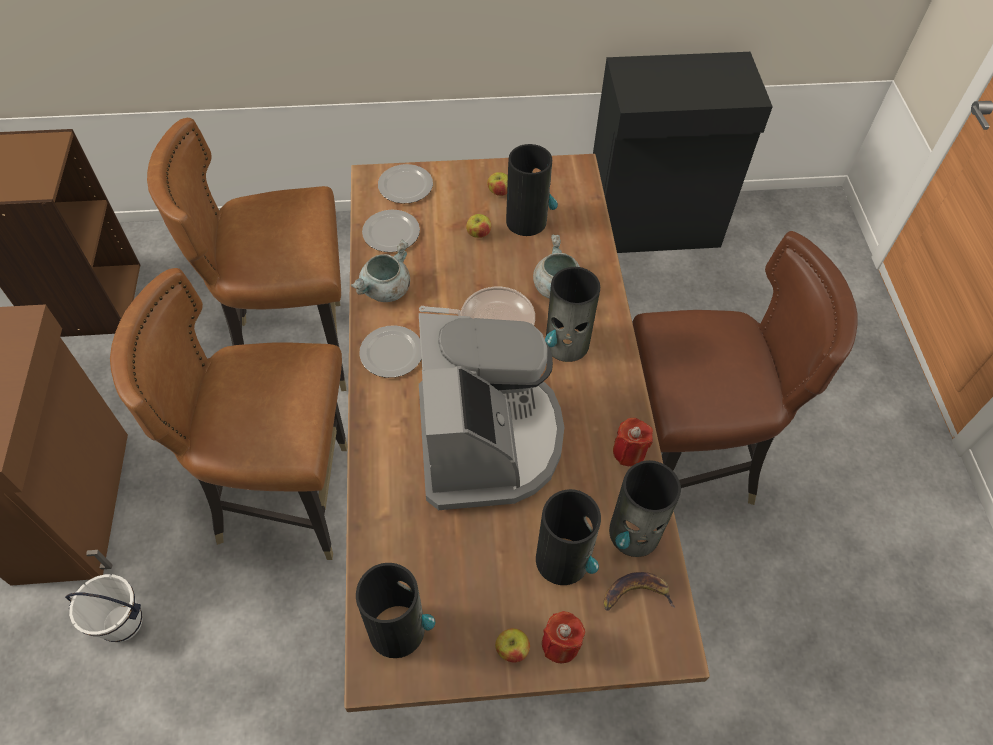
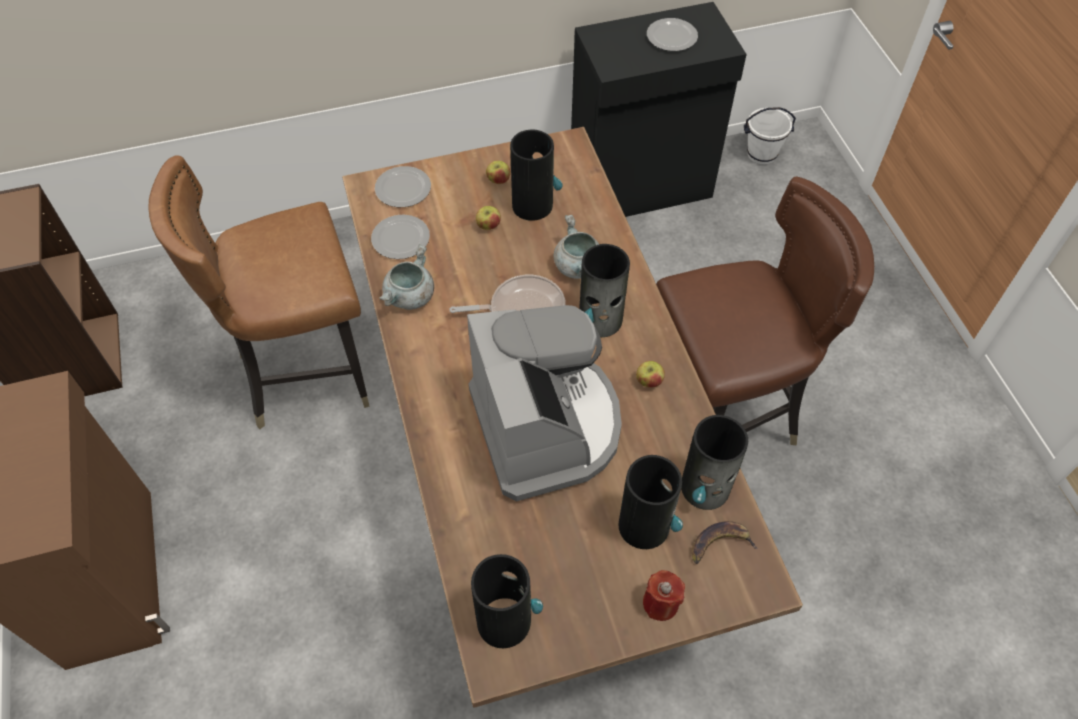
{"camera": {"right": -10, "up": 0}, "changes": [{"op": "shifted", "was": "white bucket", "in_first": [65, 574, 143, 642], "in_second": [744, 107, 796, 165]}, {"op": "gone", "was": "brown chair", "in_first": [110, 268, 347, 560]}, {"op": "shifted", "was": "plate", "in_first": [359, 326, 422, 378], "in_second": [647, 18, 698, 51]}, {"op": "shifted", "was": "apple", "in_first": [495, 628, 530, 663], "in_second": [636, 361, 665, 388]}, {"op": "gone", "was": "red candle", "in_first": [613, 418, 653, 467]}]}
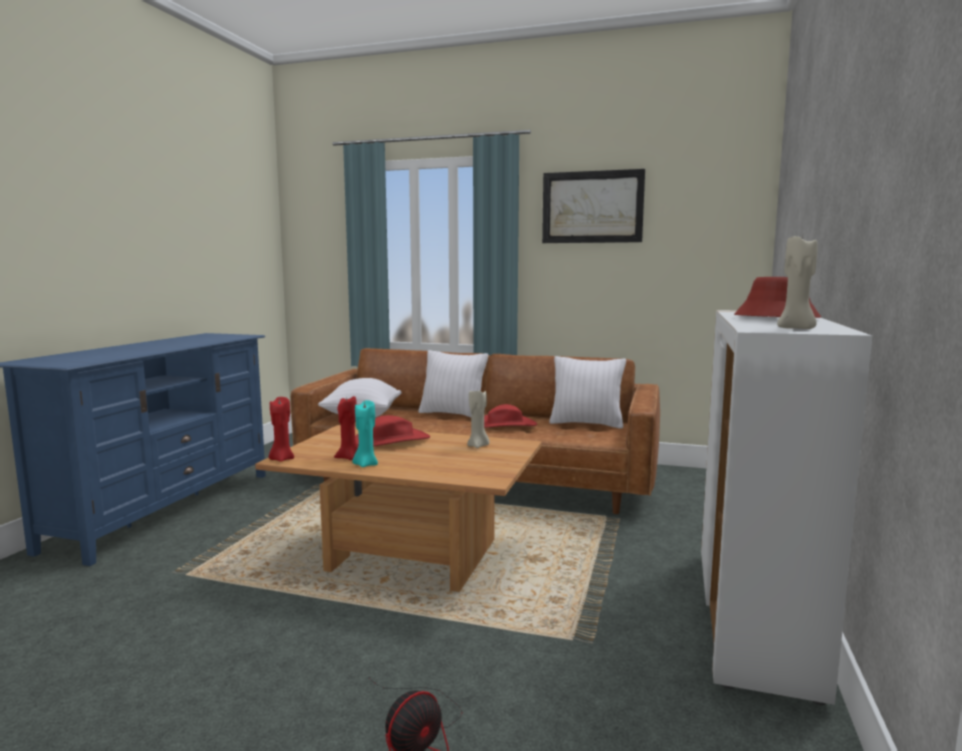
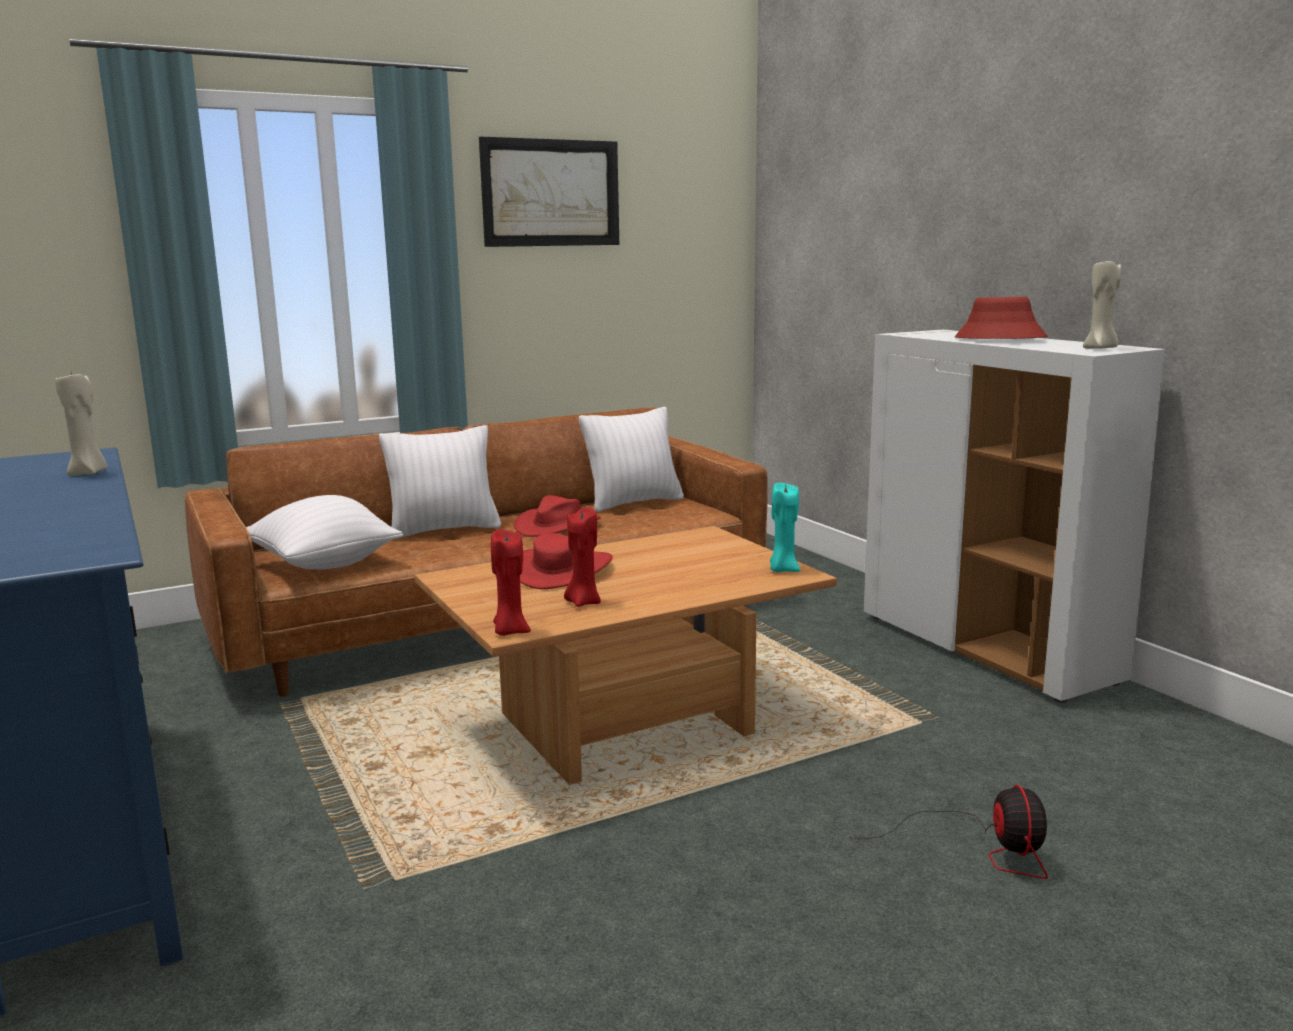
{"camera": {"right": -45, "up": 5}, "changes": [{"op": "shifted", "was": "turquoise candle", "in_first": [353, 400, 378, 467], "in_second": [770, 483, 801, 572]}, {"op": "shifted", "was": "beige candle", "in_first": [467, 390, 490, 448], "in_second": [55, 372, 108, 476]}]}
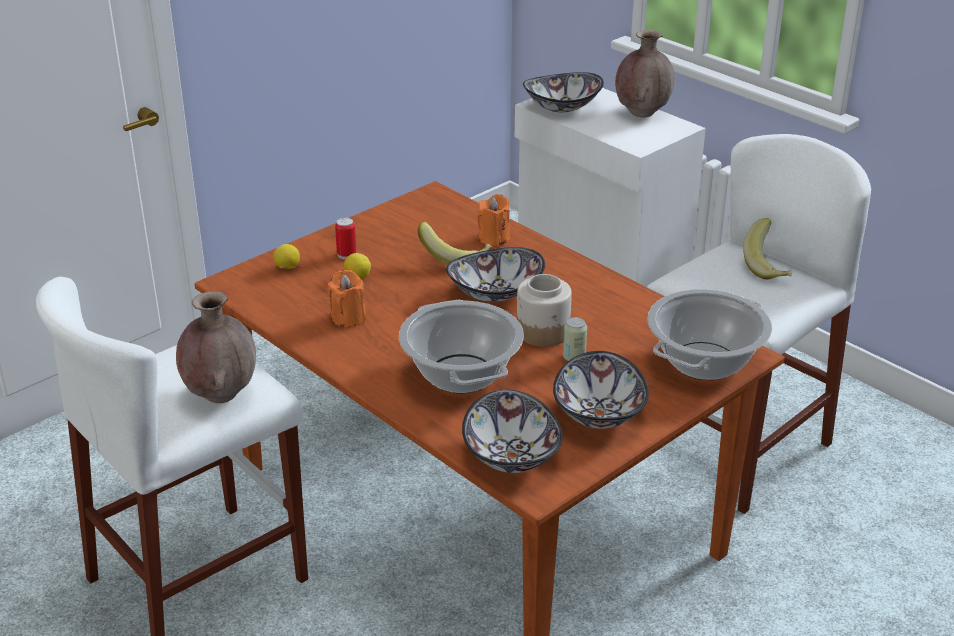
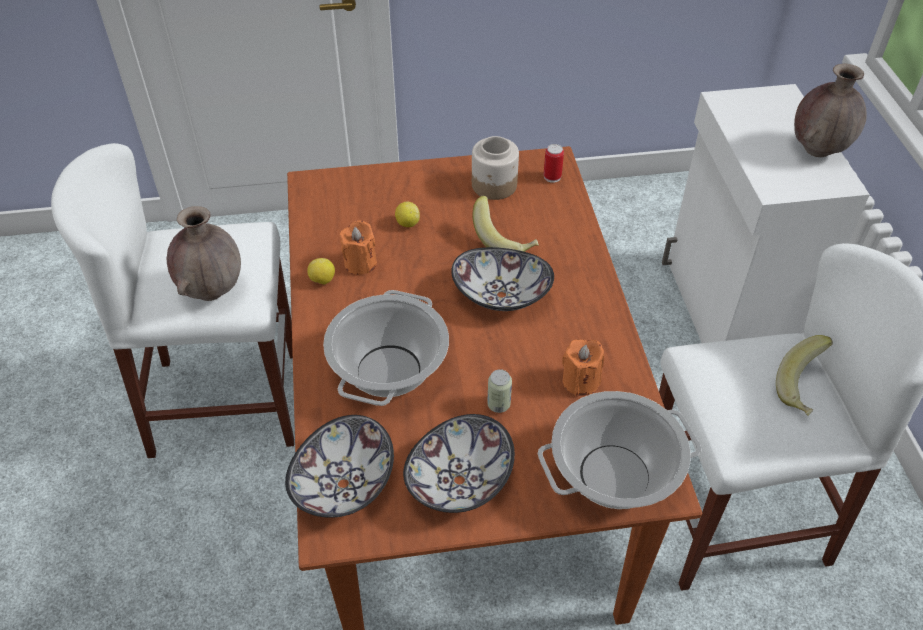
{"camera": {"right": 35, "up": 15}, "changes": [{"op": "shifted", "was": "lemon", "in_first": [273, 244, 300, 269], "in_second": [307, 258, 335, 284]}, {"op": "shifted", "was": "can", "in_first": [335, 217, 356, 259], "in_second": [544, 144, 564, 183]}, {"op": "shifted", "was": "orange candle", "in_first": [477, 194, 510, 246], "in_second": [562, 339, 604, 396]}, {"op": "shifted", "was": "jar", "in_first": [517, 274, 572, 347], "in_second": [472, 136, 519, 200]}, {"op": "gone", "was": "bowl", "in_first": [523, 72, 604, 112]}]}
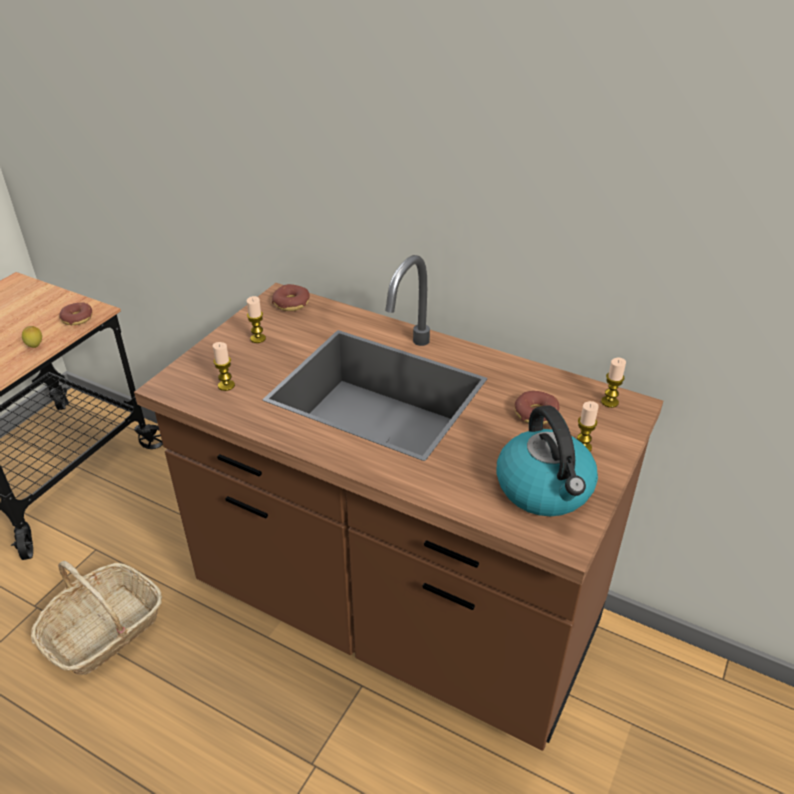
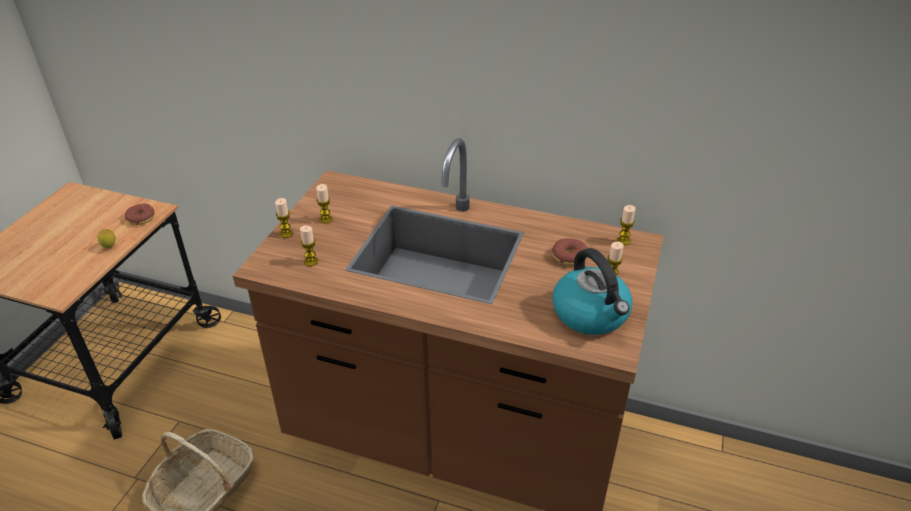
{"camera": {"right": -10, "up": 0}, "changes": [{"op": "gone", "was": "donut", "in_first": [272, 284, 310, 311]}, {"op": "new", "now": "candle", "in_second": [275, 198, 293, 238]}]}
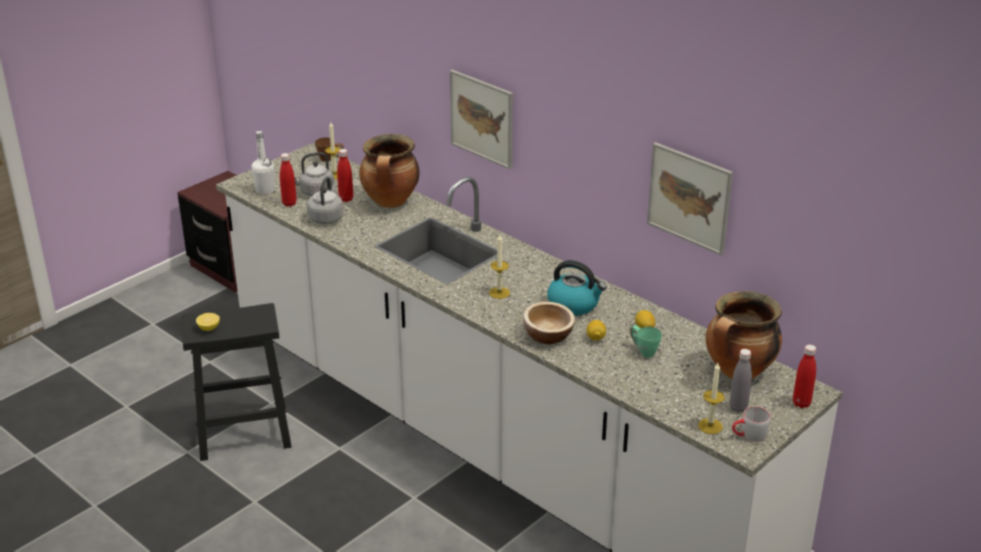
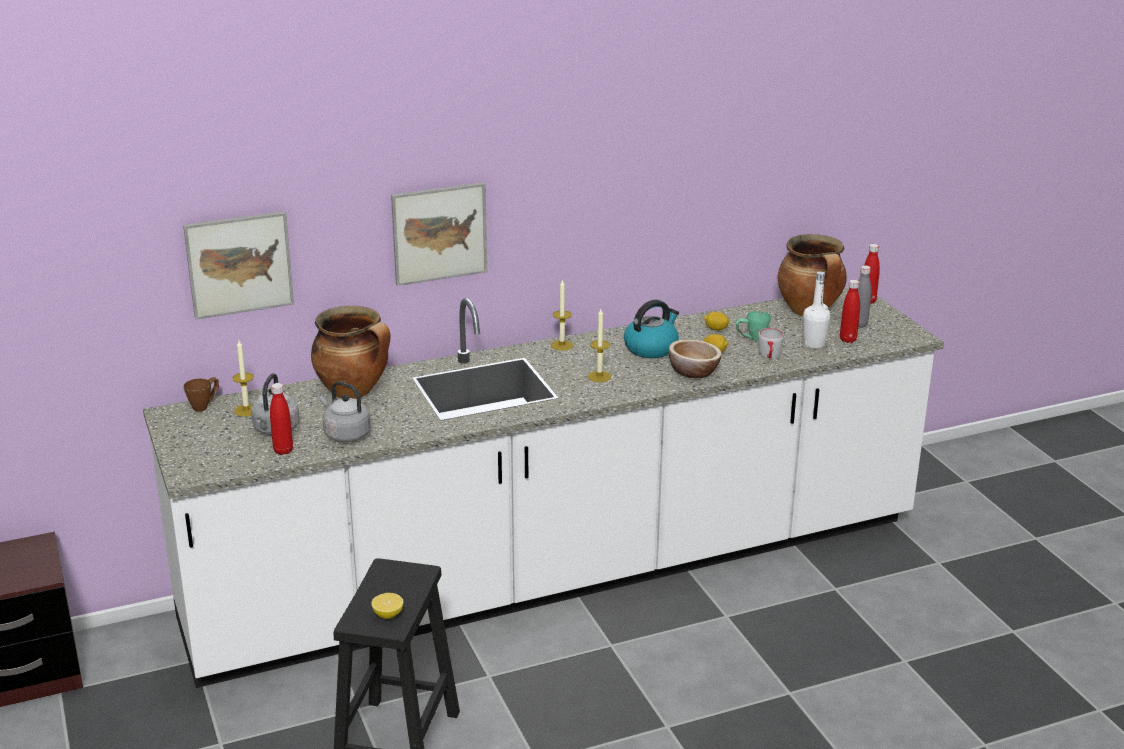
{"camera": {"right": -65, "up": -5}, "changes": [{"op": "shifted", "was": "white bottle", "in_first": [251, 131, 275, 195], "in_second": [803, 271, 830, 349]}, {"op": "shifted", "was": "red bottle", "in_first": [337, 149, 353, 202], "in_second": [840, 280, 860, 343]}, {"op": "shifted", "was": "picture", "in_first": [647, 142, 733, 255], "in_second": [183, 211, 294, 320]}, {"op": "shifted", "was": "candle", "in_first": [698, 363, 724, 434], "in_second": [551, 279, 573, 351]}, {"op": "shifted", "was": "grey mug", "in_first": [732, 406, 771, 442], "in_second": [758, 328, 784, 359]}]}
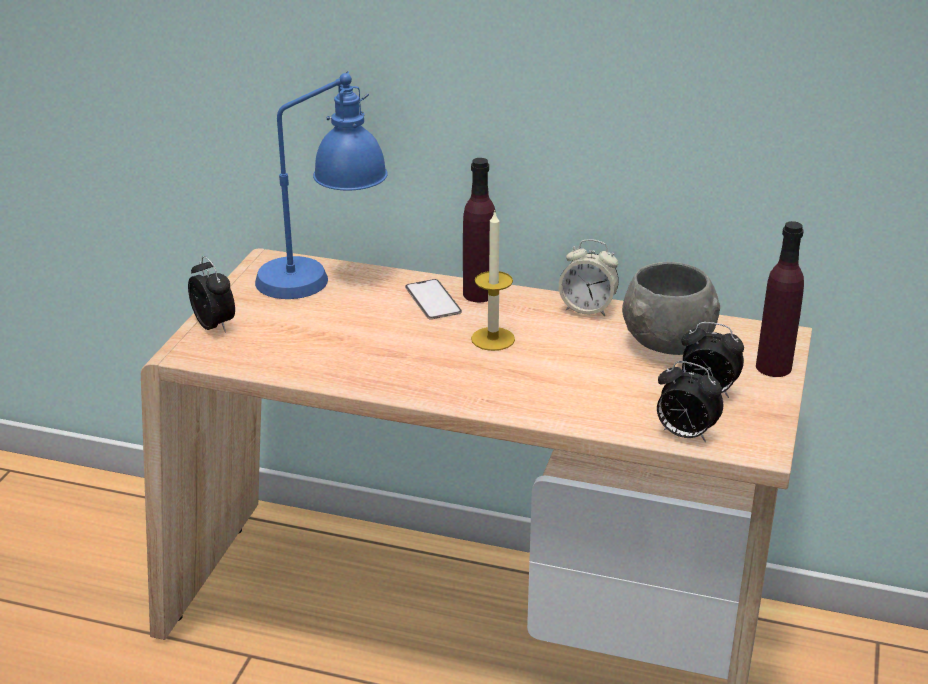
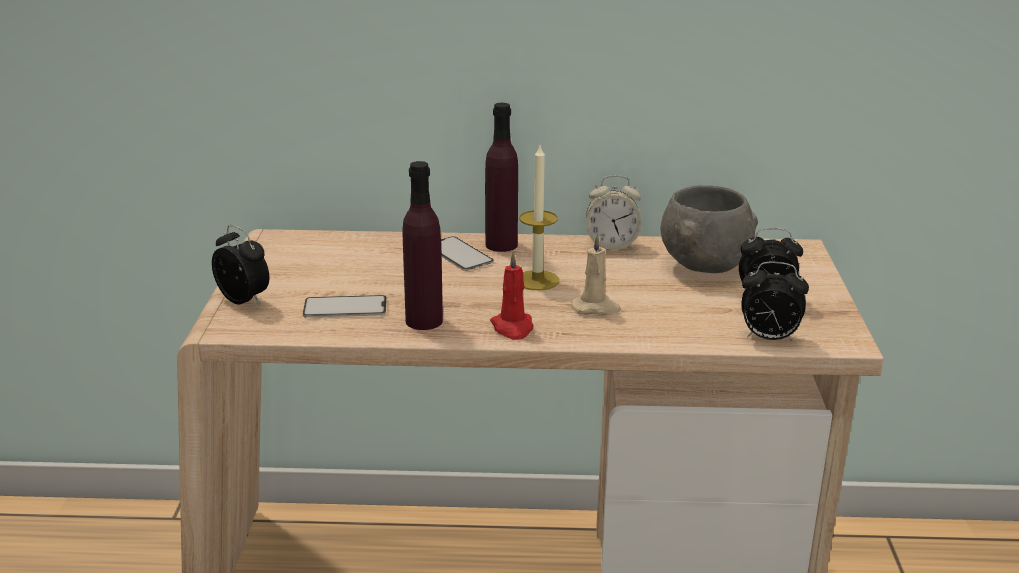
{"camera": {"right": -15, "up": -5}, "changes": [{"op": "gone", "was": "blue table lamp", "in_first": [255, 71, 388, 299]}, {"op": "shifted", "was": "purple bottle", "in_first": [756, 221, 804, 377], "in_second": [402, 161, 443, 330]}, {"op": "new", "now": "phone", "in_second": [303, 295, 387, 318]}, {"op": "new", "now": "red candle", "in_second": [490, 251, 533, 340]}, {"op": "new", "now": "beige candle", "in_second": [571, 234, 621, 315]}]}
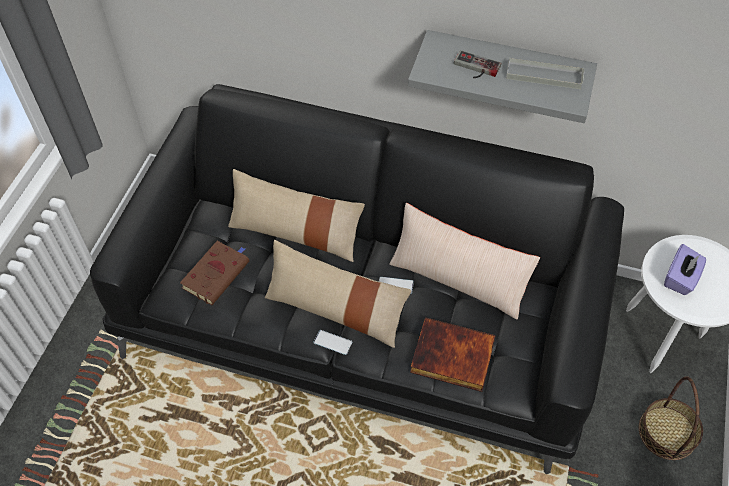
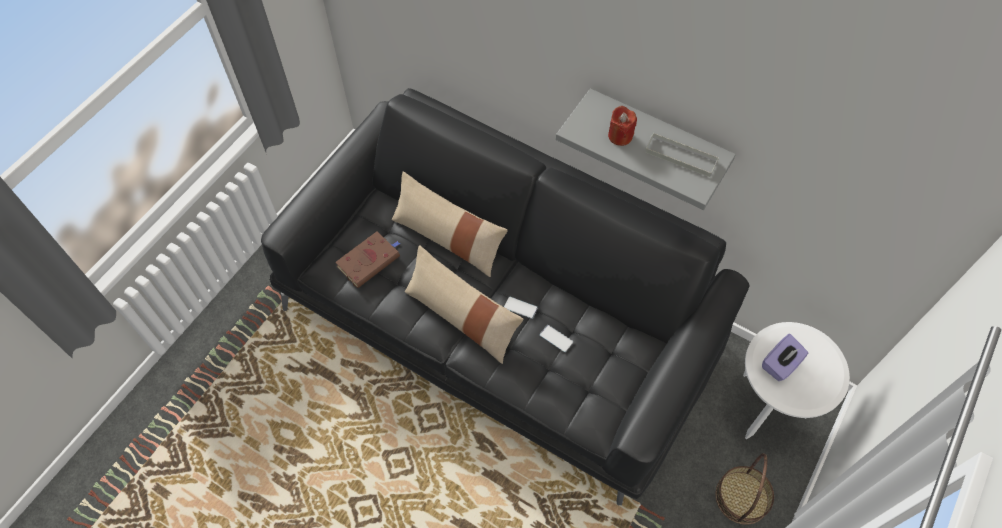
{"camera": {"right": 15, "up": 5}, "changes": [{"op": "shifted", "was": "phone", "in_first": [314, 330, 352, 355], "in_second": [539, 325, 573, 352]}, {"op": "gone", "was": "beige pillow", "in_first": [389, 203, 540, 319]}, {"op": "gone", "was": "book", "in_first": [410, 317, 496, 392]}, {"op": "swapped", "was": "game controller", "now": "red candle", "in_first": [454, 50, 501, 78], "in_second": [608, 106, 637, 146]}]}
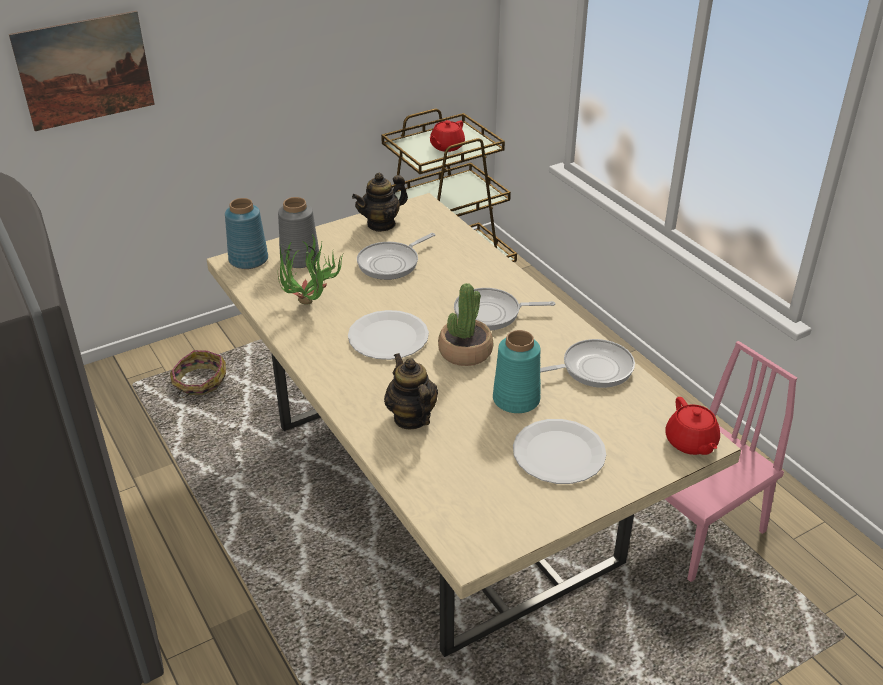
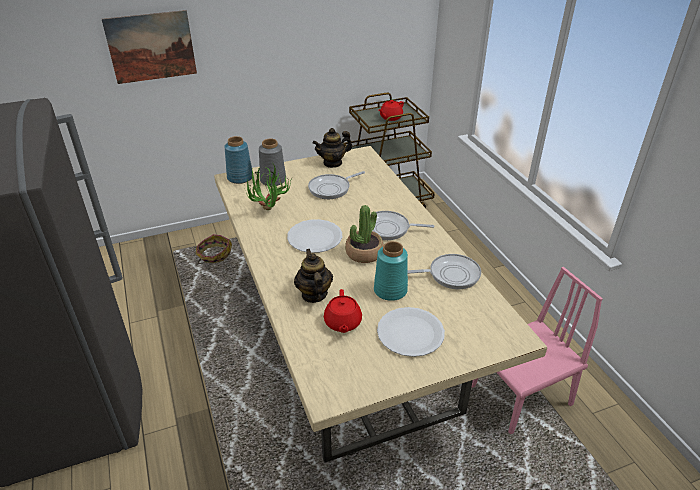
{"camera": {"right": 10, "up": 0}, "changes": [{"op": "shifted", "was": "red teapot", "in_first": [665, 397, 720, 455], "in_second": [324, 289, 362, 333]}]}
